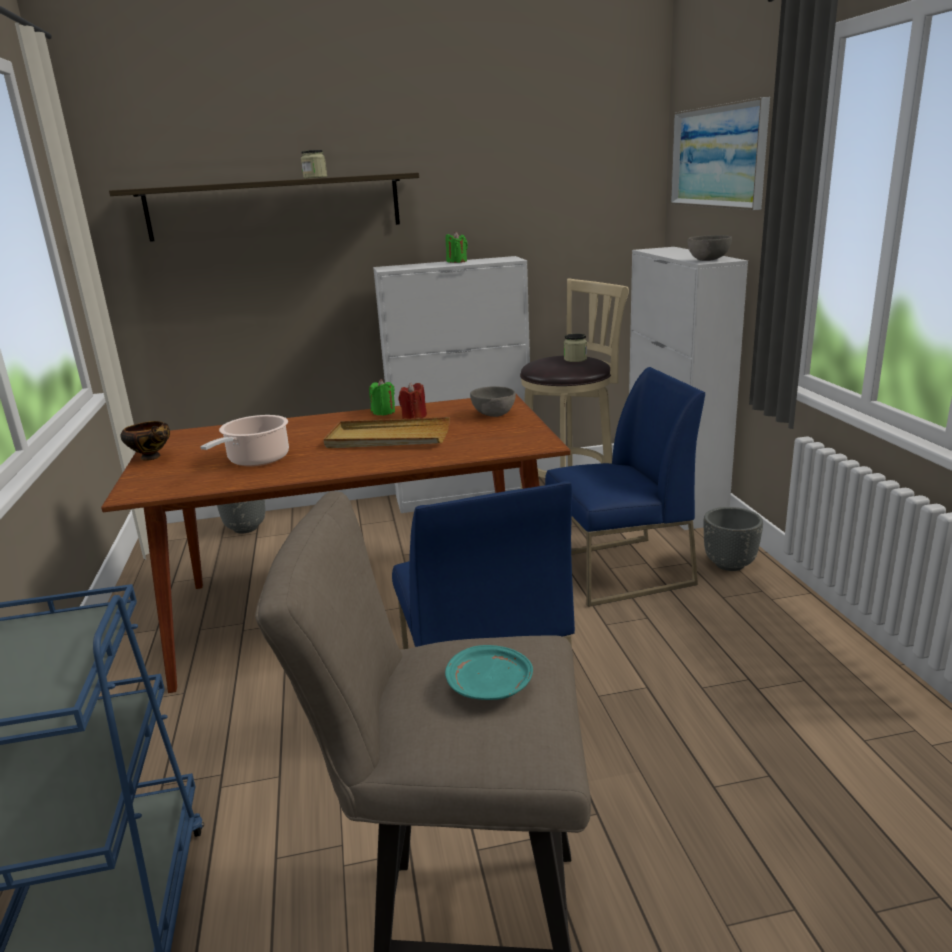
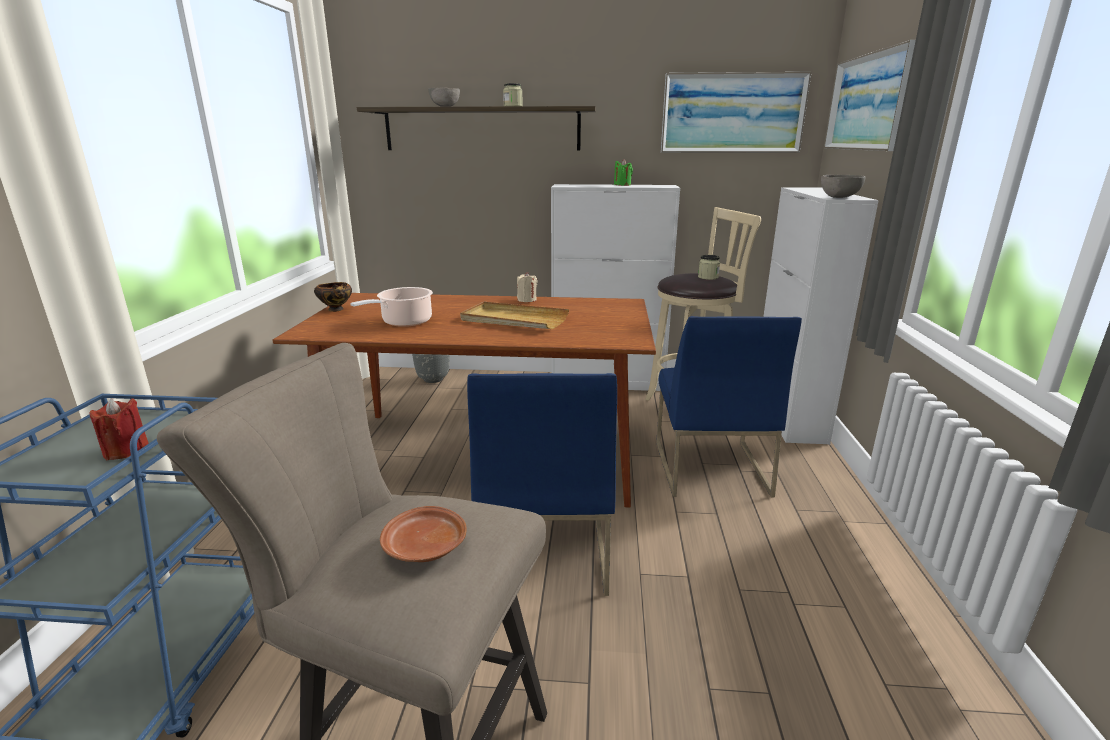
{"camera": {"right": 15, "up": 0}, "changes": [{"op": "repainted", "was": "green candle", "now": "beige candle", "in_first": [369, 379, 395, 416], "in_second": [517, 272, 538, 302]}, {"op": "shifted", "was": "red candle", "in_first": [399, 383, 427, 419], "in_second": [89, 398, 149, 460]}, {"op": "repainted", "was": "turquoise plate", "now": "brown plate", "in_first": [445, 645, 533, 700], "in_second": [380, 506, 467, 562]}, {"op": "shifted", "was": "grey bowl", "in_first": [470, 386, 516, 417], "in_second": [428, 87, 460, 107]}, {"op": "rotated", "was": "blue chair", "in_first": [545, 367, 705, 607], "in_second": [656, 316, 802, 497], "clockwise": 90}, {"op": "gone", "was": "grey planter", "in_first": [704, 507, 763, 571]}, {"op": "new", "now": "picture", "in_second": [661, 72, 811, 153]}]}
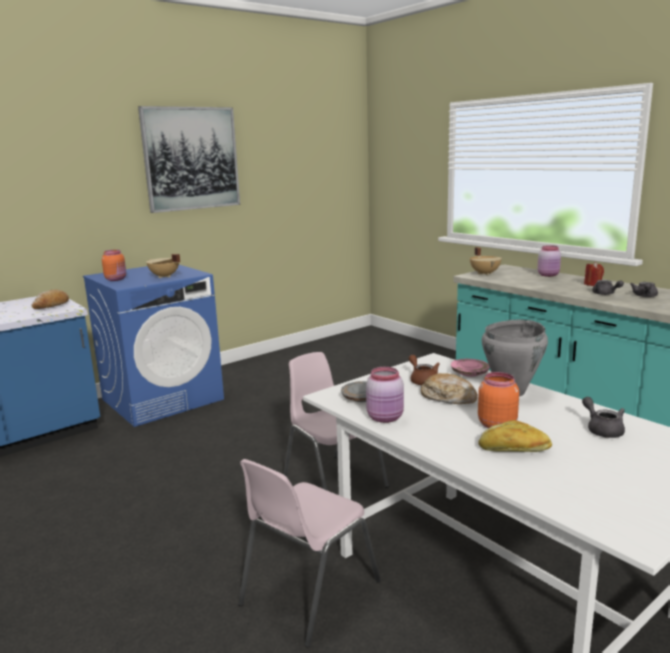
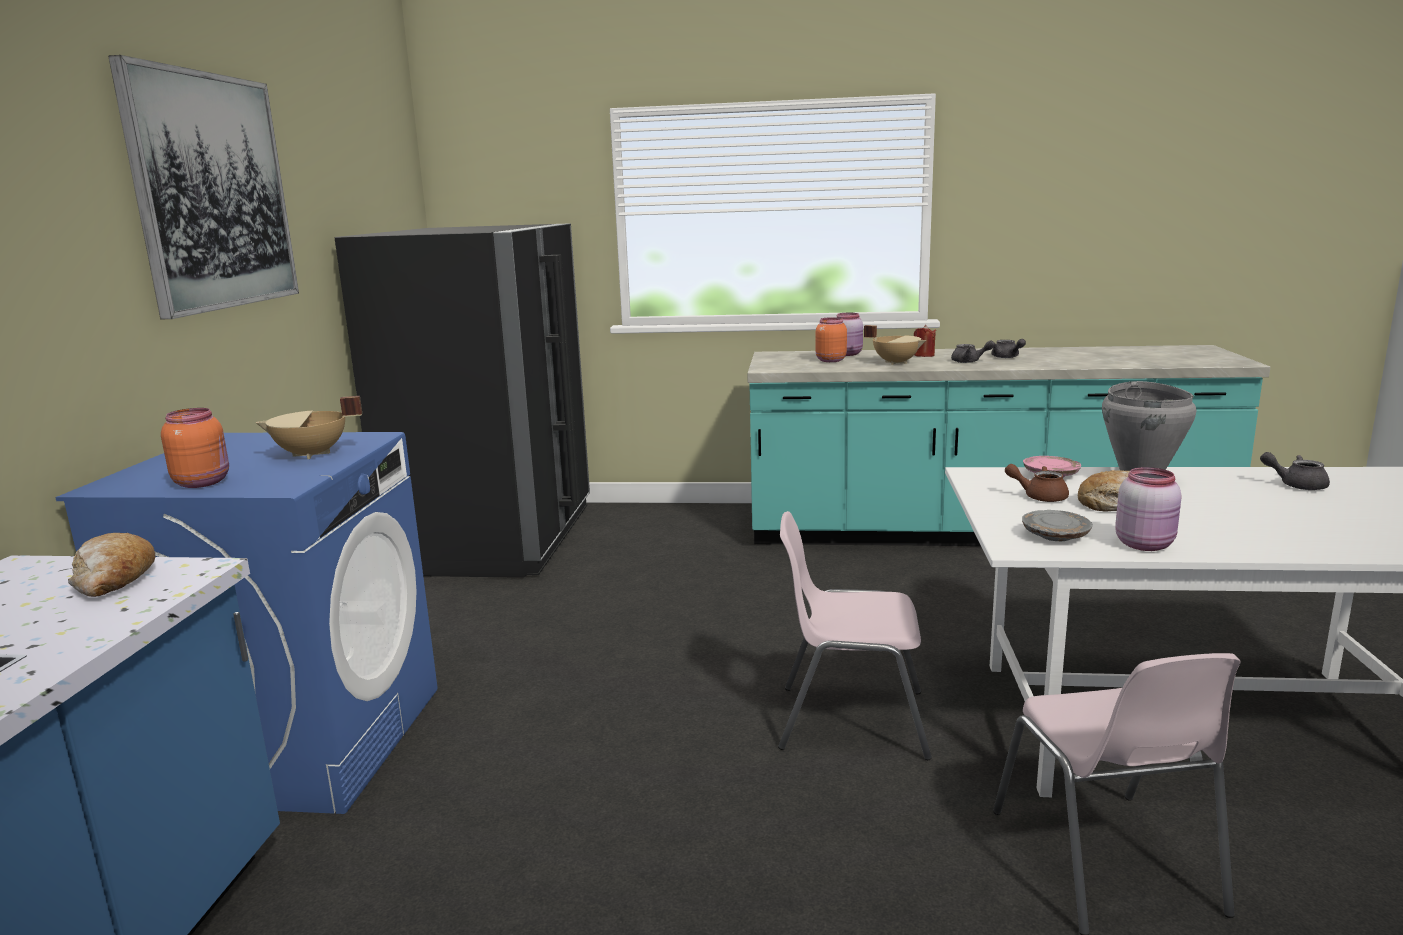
{"camera": {"right": -45, "up": 0}, "changes": [{"op": "shifted", "was": "beige cooking pot", "in_first": [470, 247, 502, 275], "in_second": [864, 325, 926, 365]}, {"op": "shifted", "was": "orange jar", "in_first": [478, 372, 519, 428], "in_second": [816, 317, 847, 362]}, {"op": "gone", "was": "bread", "in_first": [479, 420, 552, 452]}, {"op": "new", "now": "black fridge", "in_second": [335, 223, 590, 578]}]}
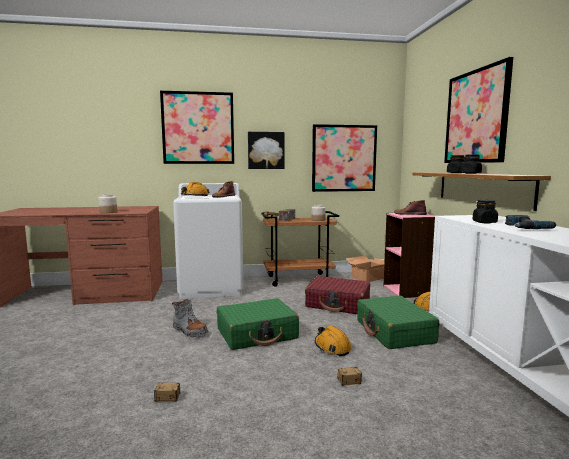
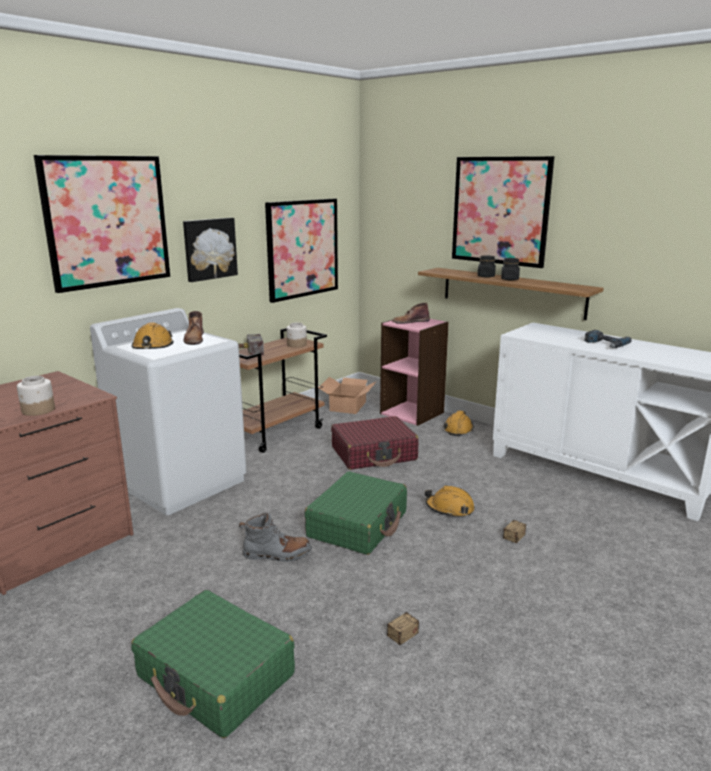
{"camera": {"right": -40, "up": 10}, "changes": [{"op": "shifted", "was": "green suitcase", "in_first": [357, 296, 439, 349], "in_second": [131, 590, 295, 738]}, {"op": "gone", "was": "black jar", "in_first": [473, 199, 498, 224]}]}
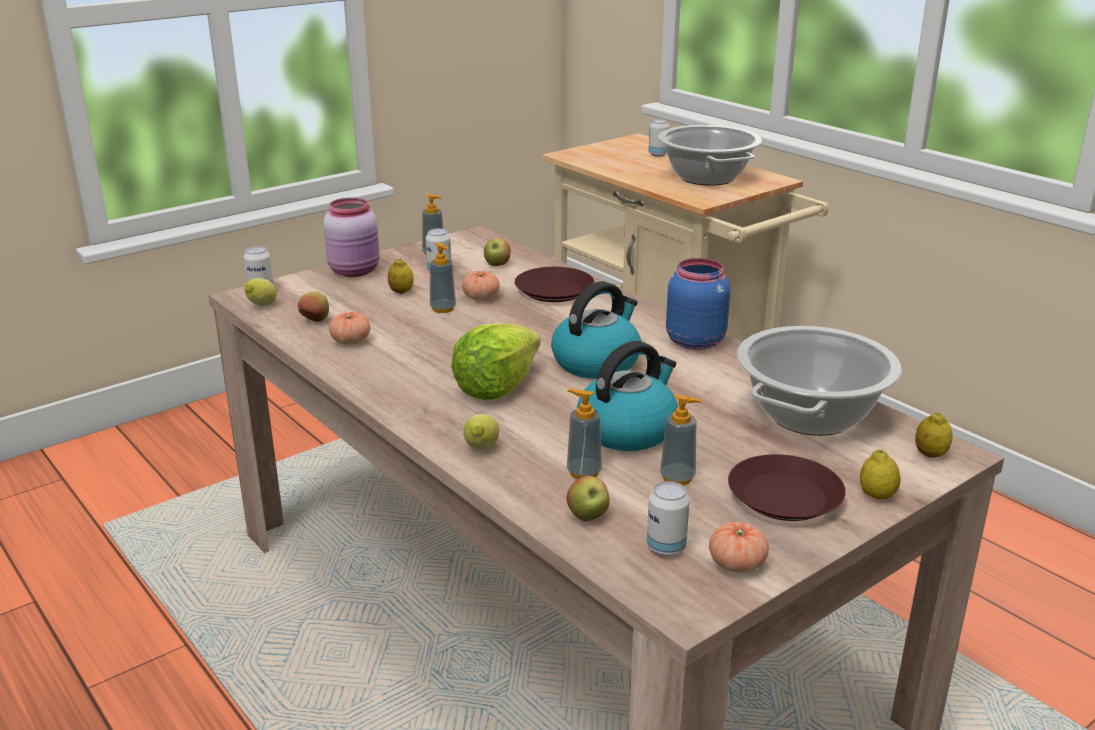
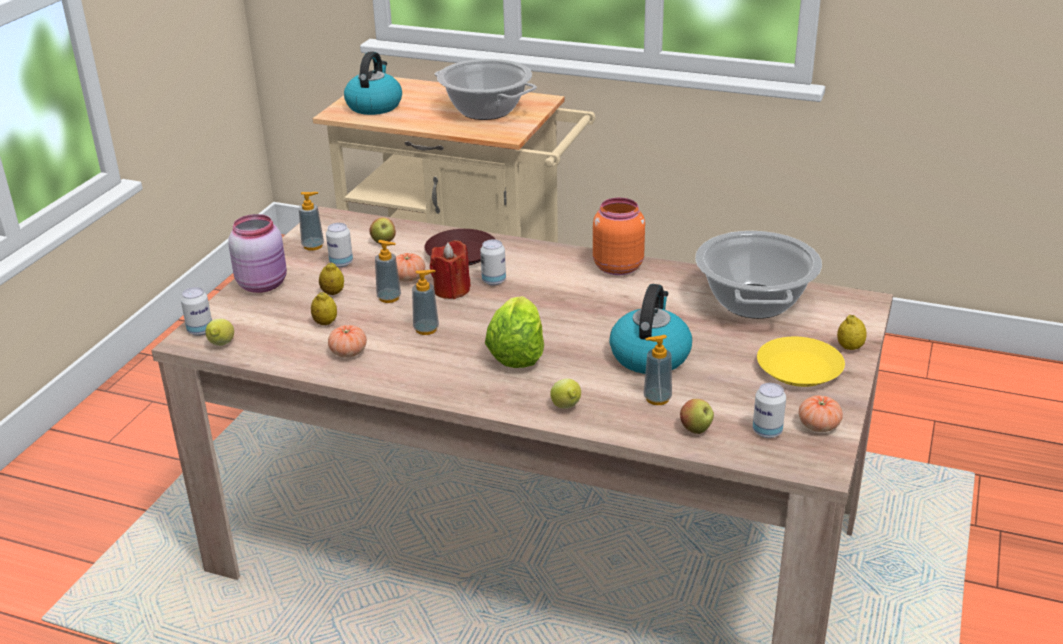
{"camera": {"right": -30, "up": 5}, "changes": [{"op": "gone", "was": "apple", "in_first": [298, 291, 329, 322]}, {"op": "shifted", "was": "kettle", "in_first": [551, 281, 641, 379], "in_second": [344, 51, 402, 115]}, {"op": "shifted", "was": "can", "in_first": [648, 119, 669, 157], "in_second": [480, 239, 506, 286]}, {"op": "shifted", "was": "soap dispenser", "in_first": [660, 394, 701, 485], "in_second": [412, 270, 439, 335]}, {"op": "repainted", "was": "blue jar", "now": "orange jar", "in_first": [666, 258, 730, 350], "in_second": [593, 198, 645, 275]}, {"op": "repainted", "was": "brown plate", "now": "yellow plate", "in_first": [728, 454, 846, 521], "in_second": [757, 337, 845, 387]}, {"op": "shifted", "was": "lemon", "in_first": [915, 413, 953, 458], "in_second": [311, 292, 337, 325]}, {"op": "new", "now": "red candle", "in_second": [430, 240, 471, 299]}]}
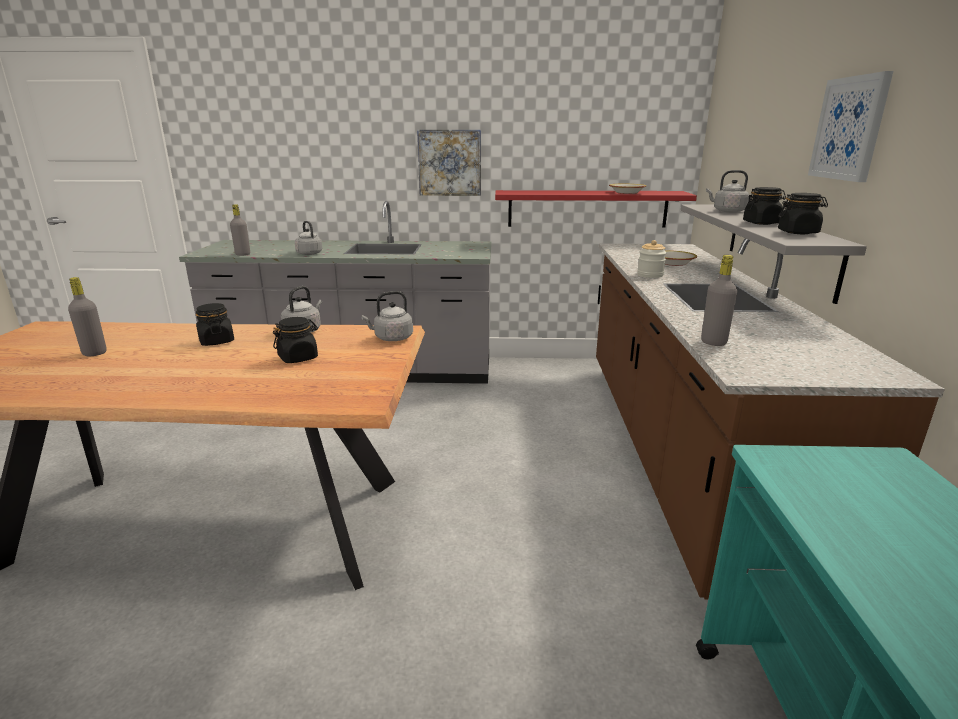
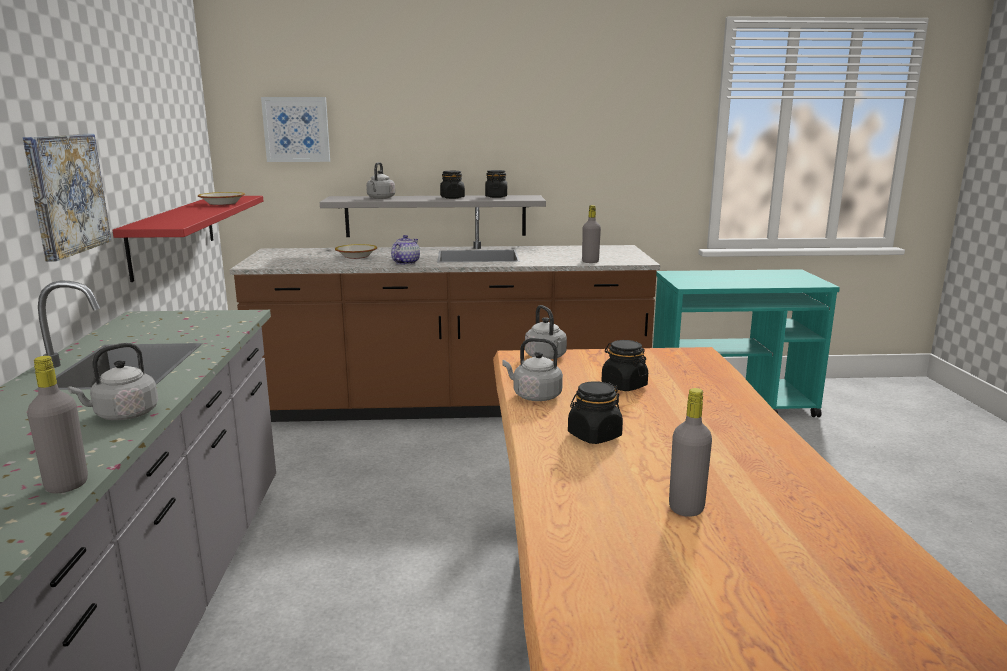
{"camera": {"right": -95, "up": -5}, "changes": [{"op": "swapped", "was": "jar", "now": "teapot", "in_first": [637, 240, 666, 278], "in_second": [391, 235, 420, 265]}, {"op": "shifted", "was": "picture", "in_first": [808, 71, 893, 182], "in_second": [261, 97, 330, 162]}]}
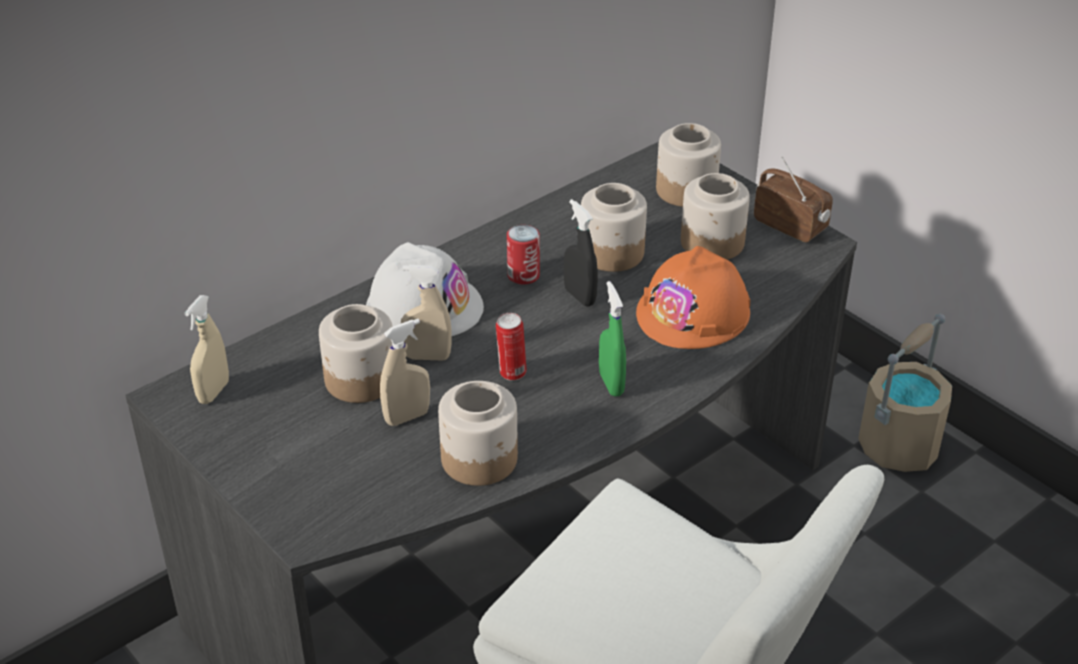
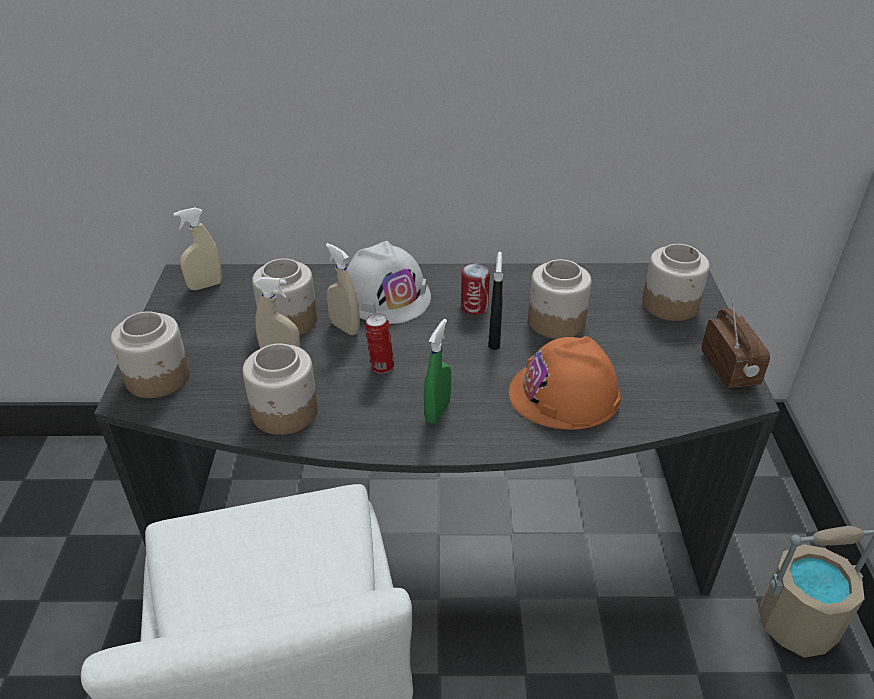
{"camera": {"right": 40, "up": 0}, "changes": [{"op": "shifted", "was": "jar", "in_first": [681, 173, 750, 260], "in_second": [111, 311, 190, 398]}]}
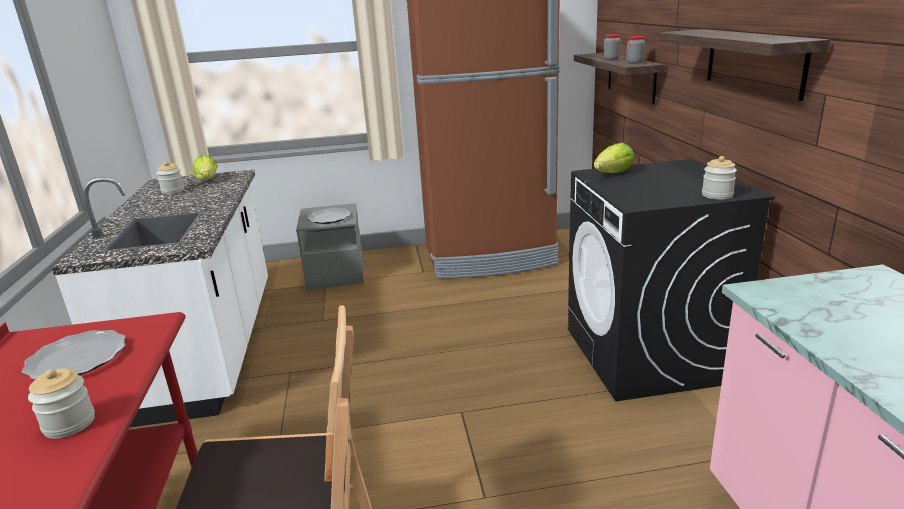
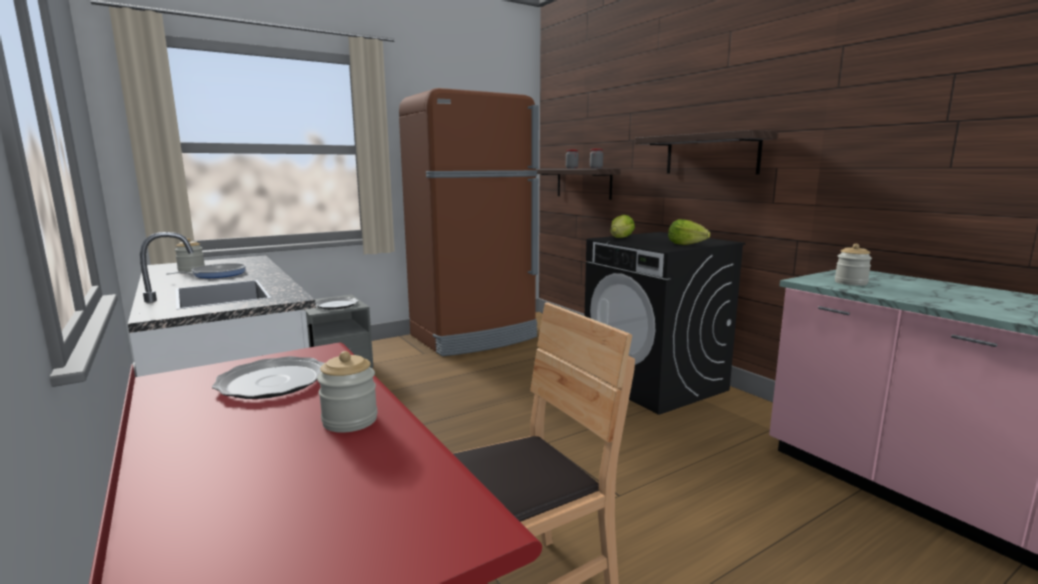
{"camera": {"right": -25, "up": -10}, "changes": [{"op": "shifted", "was": "lettuce", "in_first": [193, 155, 218, 181], "in_second": [668, 219, 710, 245]}, {"op": "shifted", "was": "jar", "in_first": [702, 156, 737, 200], "in_second": [835, 244, 872, 286]}, {"op": "new", "now": "frying pan", "in_second": [166, 263, 246, 278]}]}
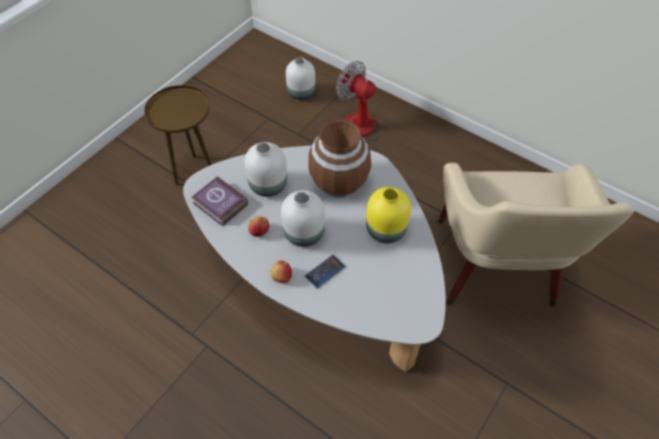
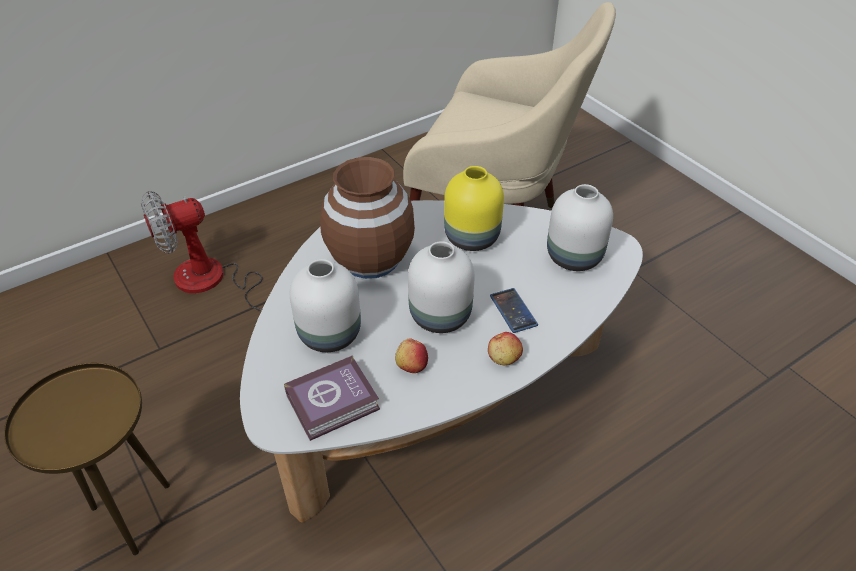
{"camera": {"right": -70, "up": -10}, "changes": [{"op": "shifted", "was": "white vase", "in_first": [286, 57, 315, 100], "in_second": [547, 184, 613, 271]}]}
